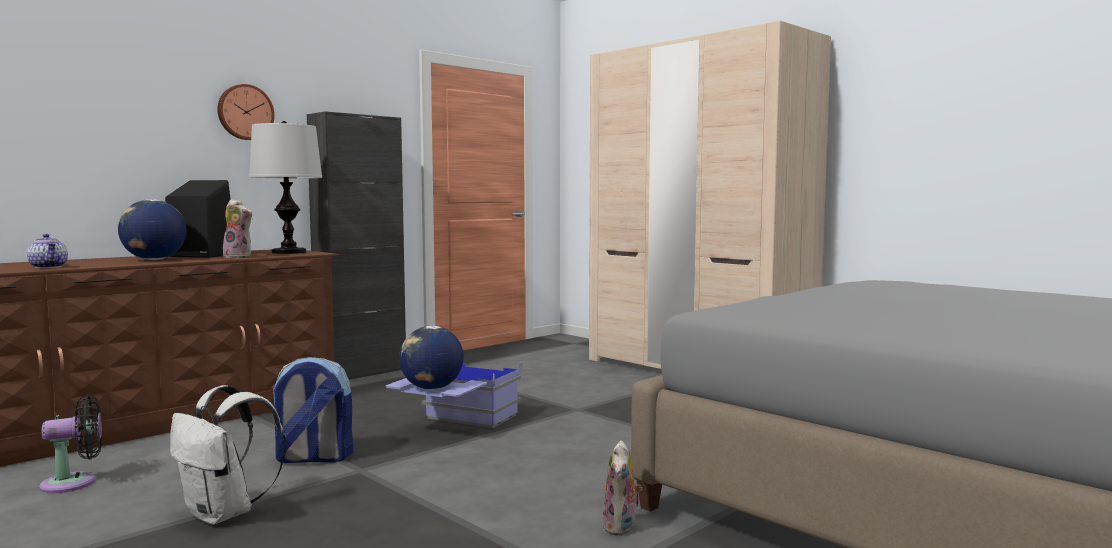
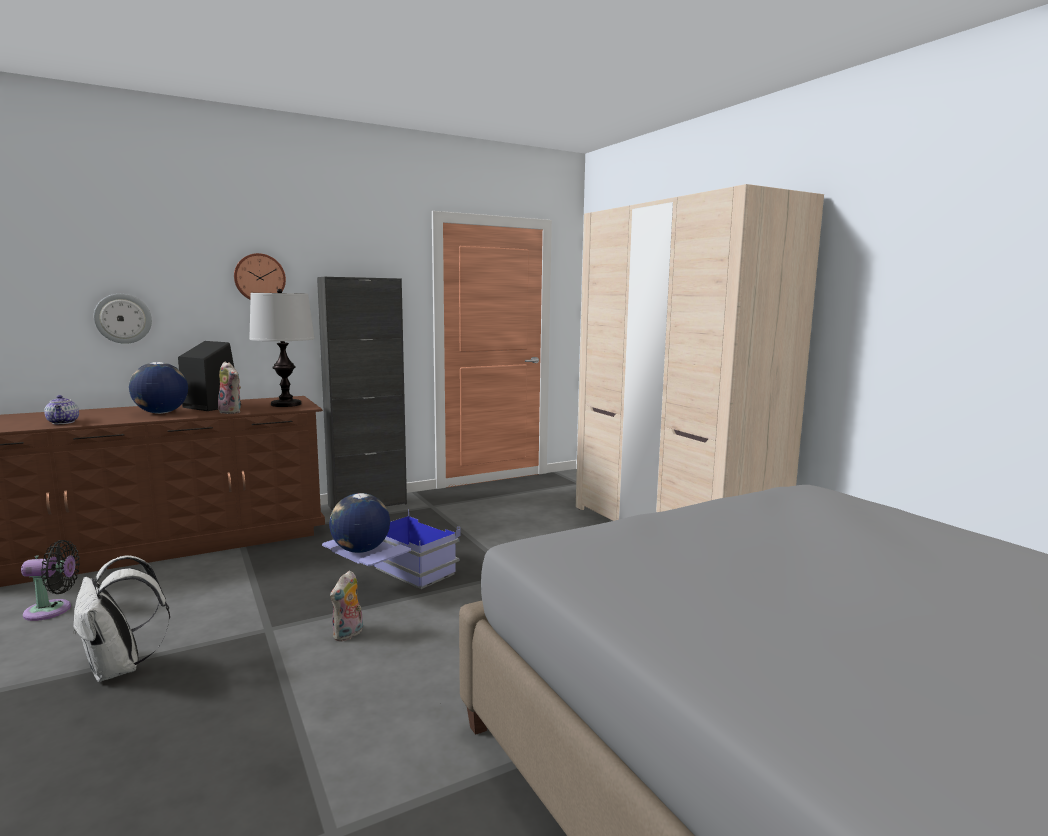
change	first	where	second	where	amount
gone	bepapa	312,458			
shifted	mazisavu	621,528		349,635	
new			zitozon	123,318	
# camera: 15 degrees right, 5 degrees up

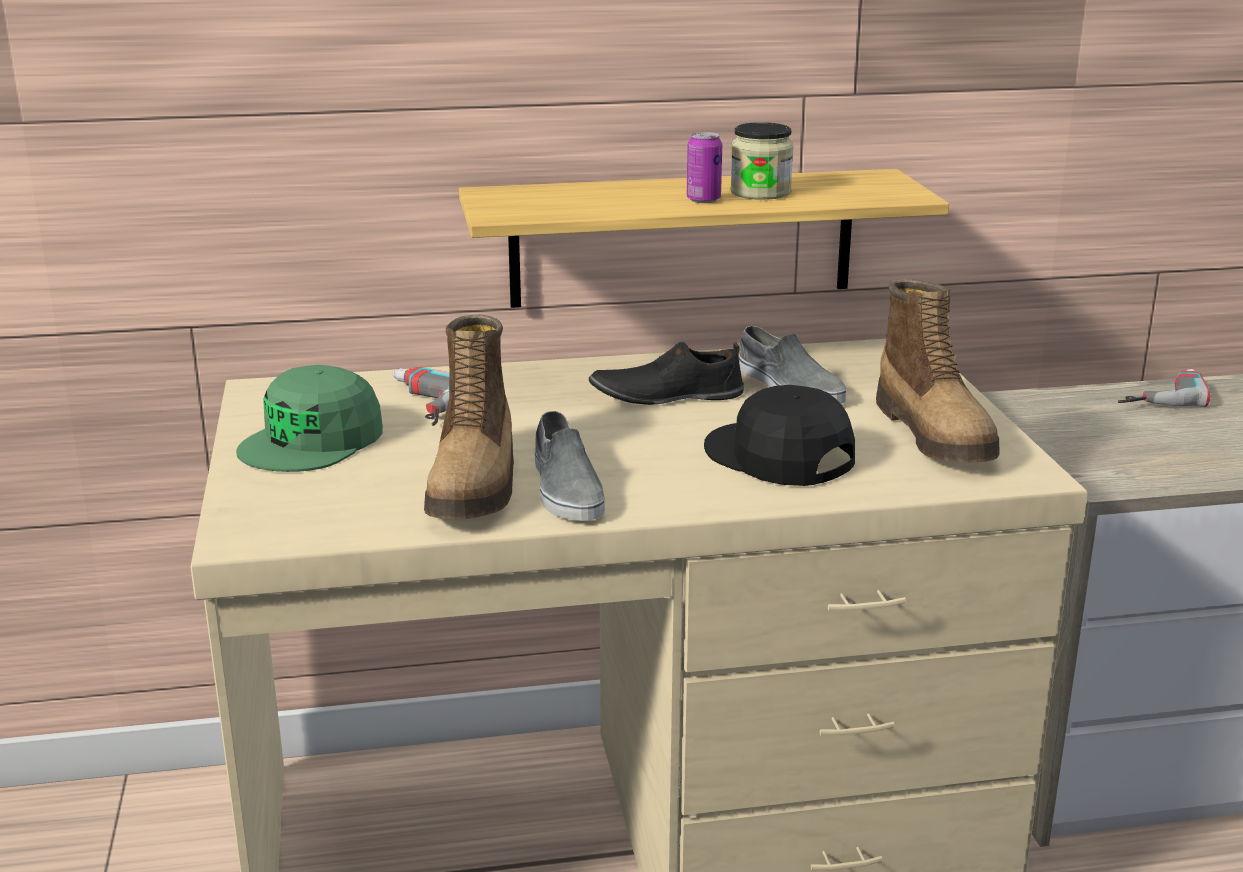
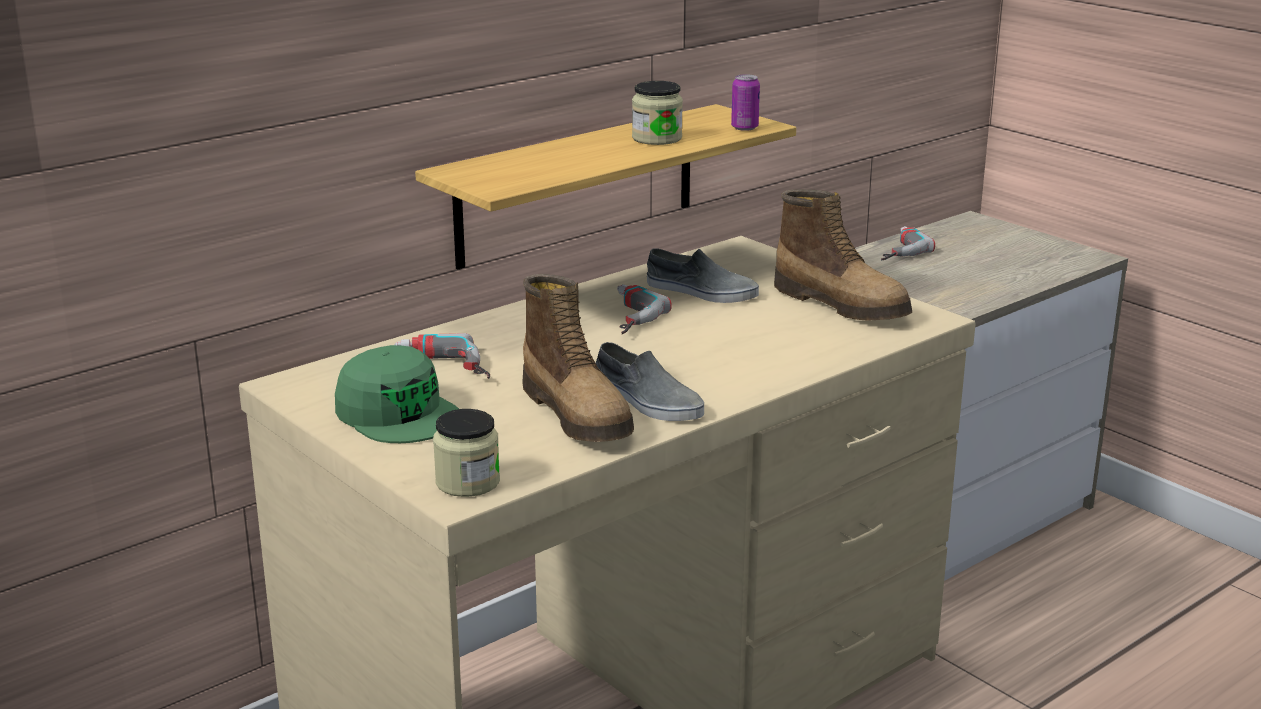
change	first	where	second	where	amount
shifted	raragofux	703,200		744,127	
swapped	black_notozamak	666,395	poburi	623,317	
rotated	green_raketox	313,441		398,413	45 degrees counterclockwise
gone	black_raketox	779,456			
new			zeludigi	467,482	
# camera: 30 degrees left, 0 degrees up

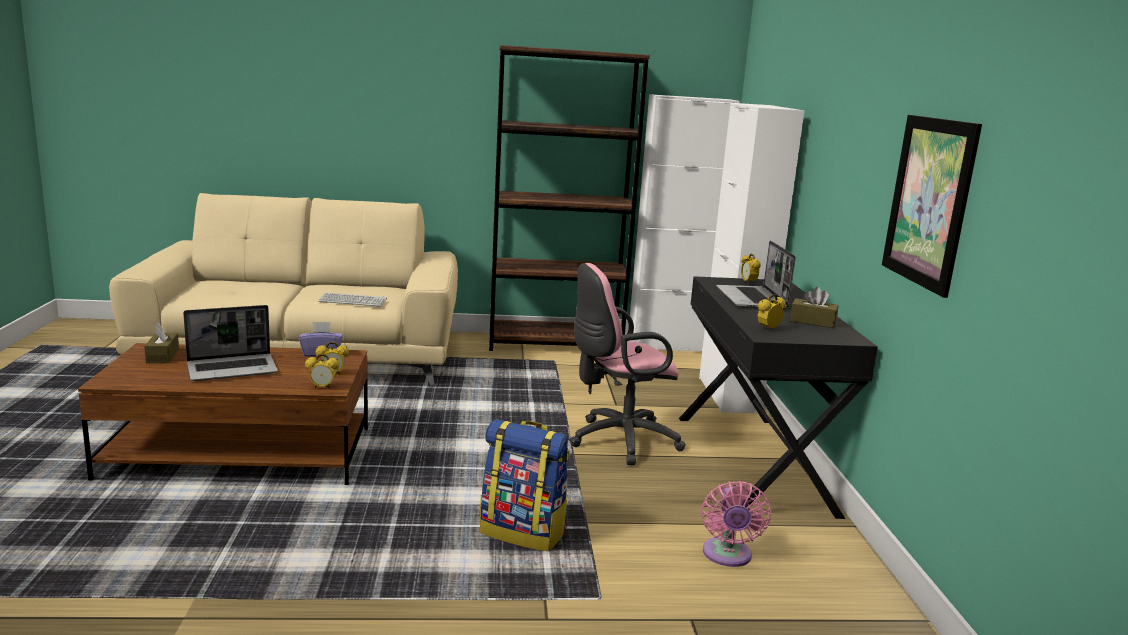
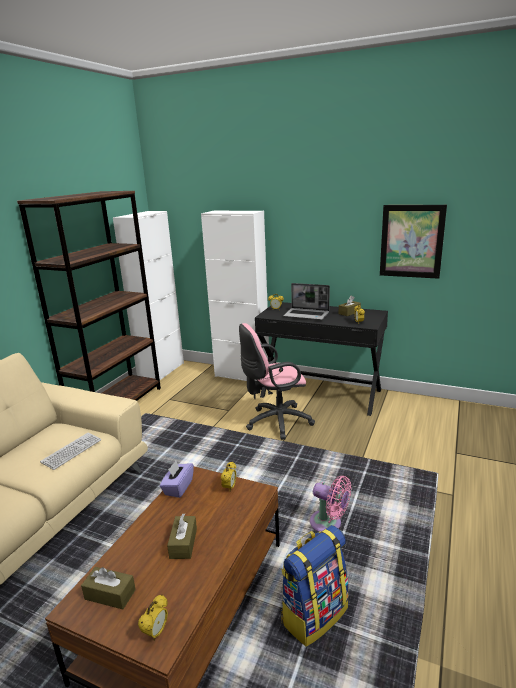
change	first	where	second	where	amount
rotated	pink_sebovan	618,441		275,422	60 degrees clockwise
swapped	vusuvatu	233,369	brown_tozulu	183,543	
shifted	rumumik	322,387		156,632	
shifted	bepapa	524,532		314,614	
shifted	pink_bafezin	727,556		328,524	
# camera: 60 degrees left, 5 degrees up

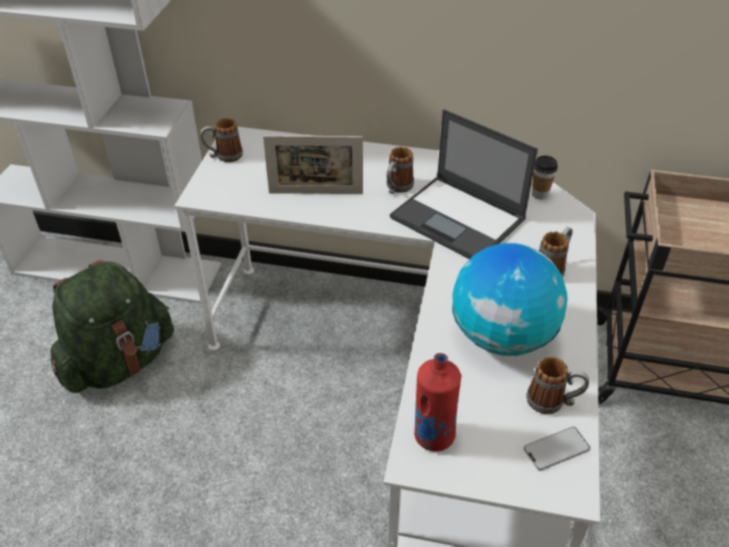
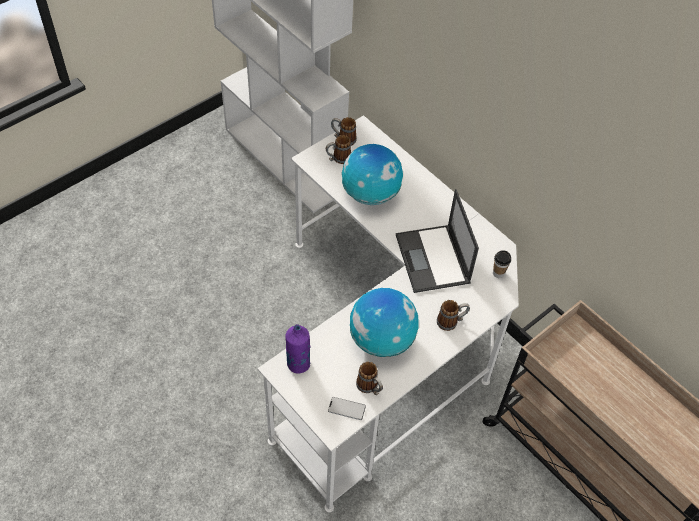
change	first	where	second	where	amount
swapped	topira	315,193	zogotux	370,194	
shifted	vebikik	397,188		338,159	
gone	green_bepapa	120,362			
repainted	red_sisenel	433,436	purple_sisenel	298,364	
# camera: 35 degrees right, 10 degrees up

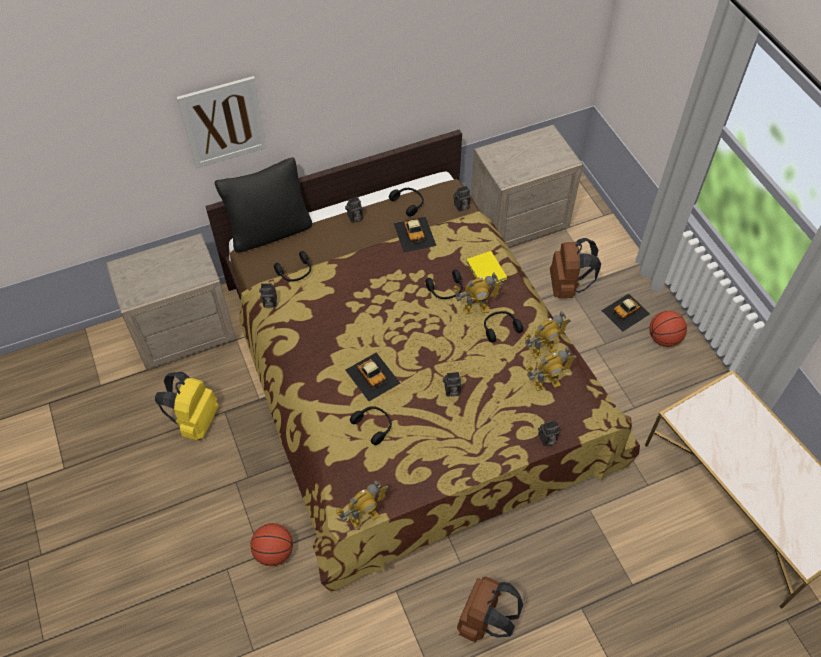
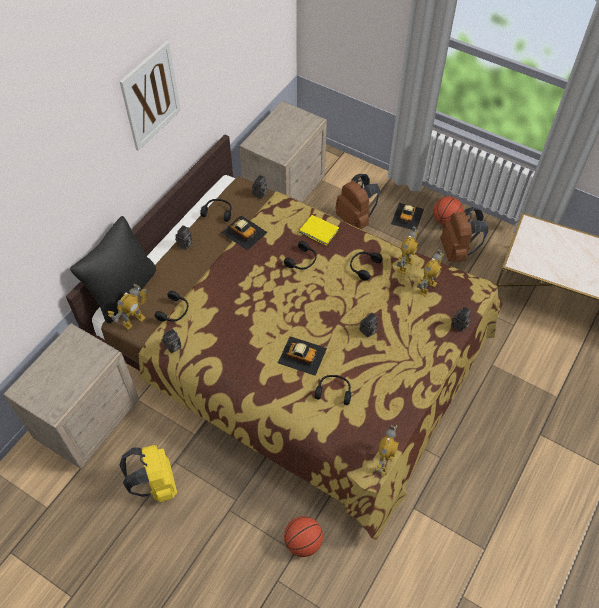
change	first	where	second	where	amount
shifted	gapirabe	223,122		150,96	
shifted	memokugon	476,309		134,321	
shifted	brown_bepapa	484,621		457,251	
# camera: 35 degrees left, 0 degrees up

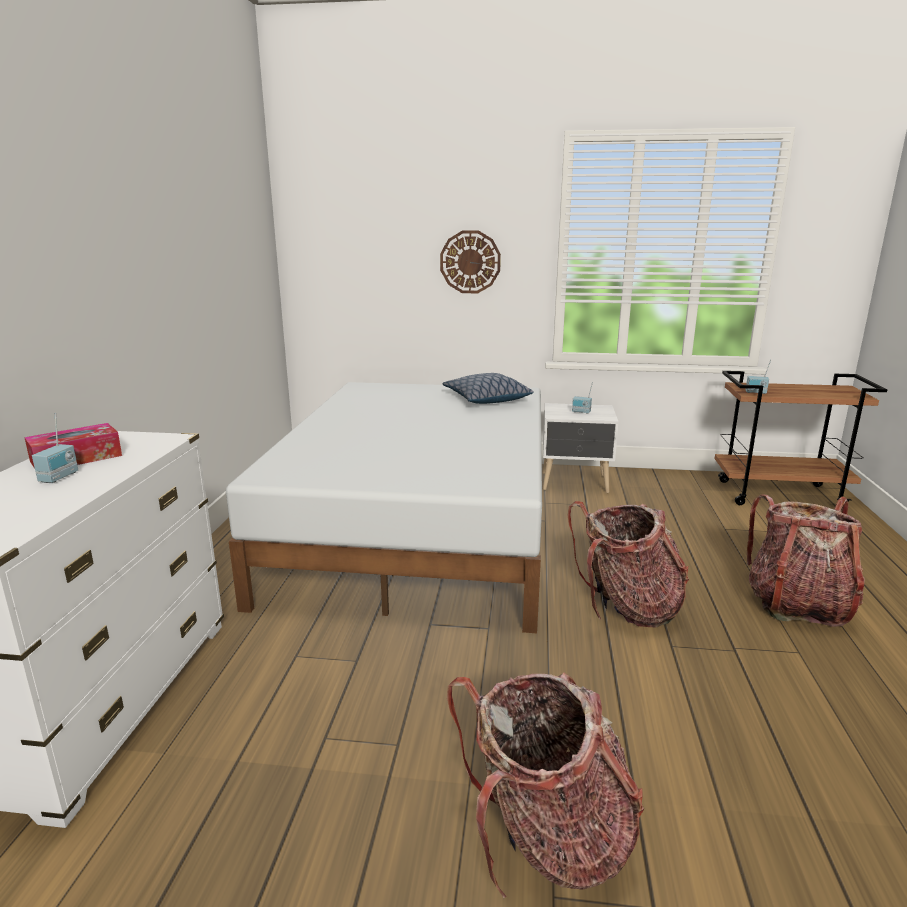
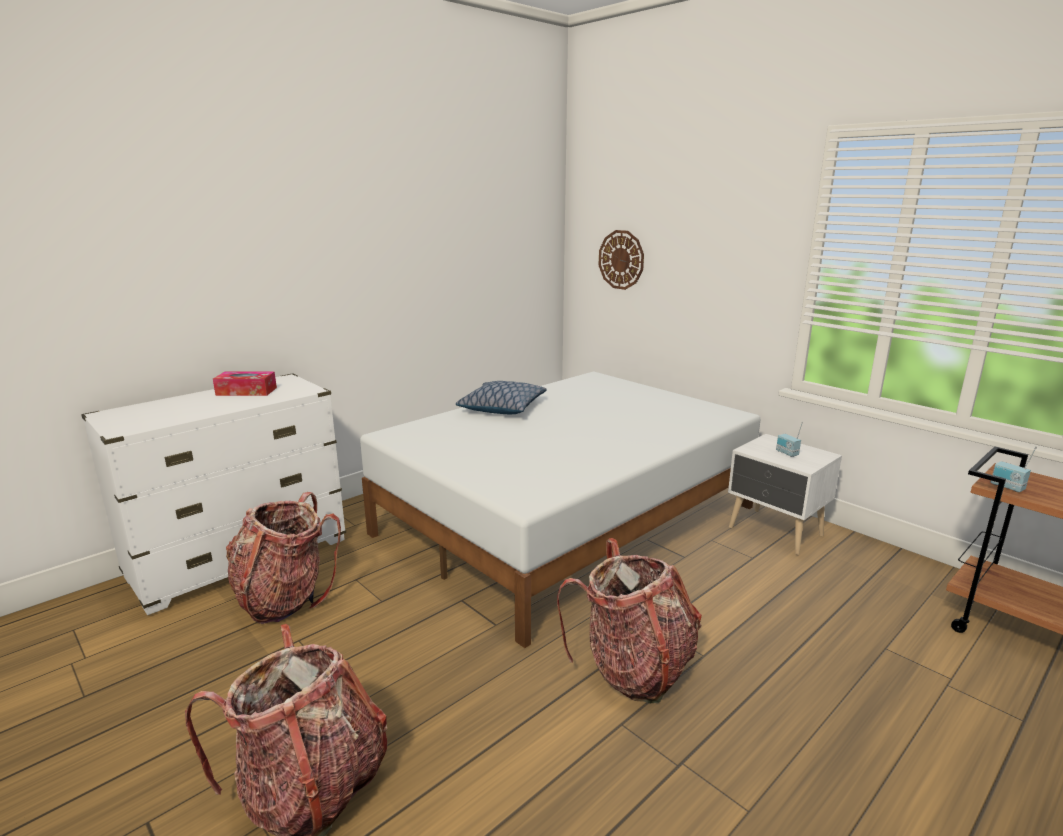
change	first	where	second	where	amount
shifted	zitozon	470,262		621,259	
shifted	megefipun	486,399		502,407	
gone	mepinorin	60,477			
shifted	bepapa	797,604		284,598	
# camera: 40 degrees right, 0 degrees up

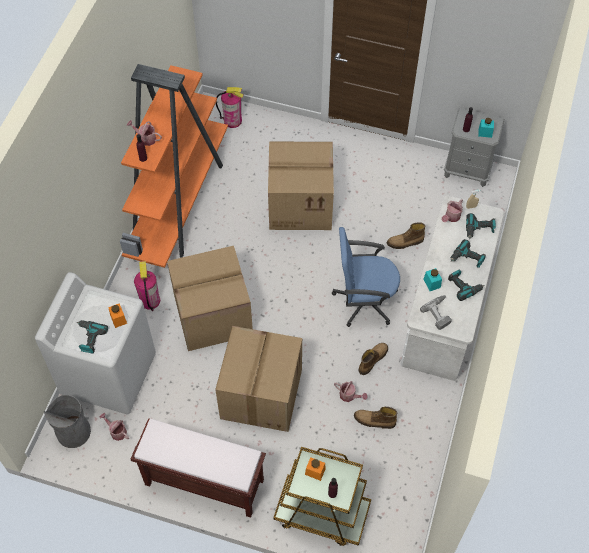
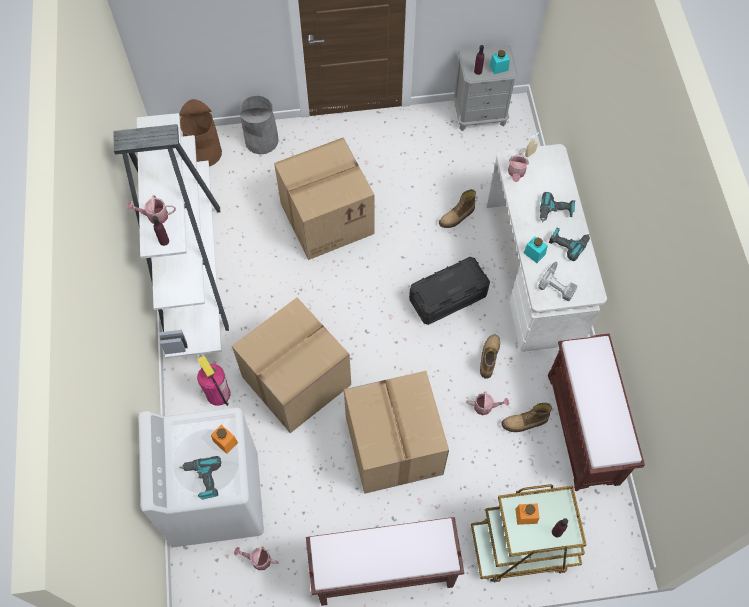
change	first	where	second	where	amount
repainted	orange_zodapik	179,202	white_zodapik	192,268	
swapped	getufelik	232,120	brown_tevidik	205,153	
gone	poburi	479,230			
swapped	blue_sebovan	364,301	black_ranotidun	447,297	
shifted	grey_tevidik	73,432		261,140	
new			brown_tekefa	584,429	
# camera: 25 degrees left, 5 degrees up

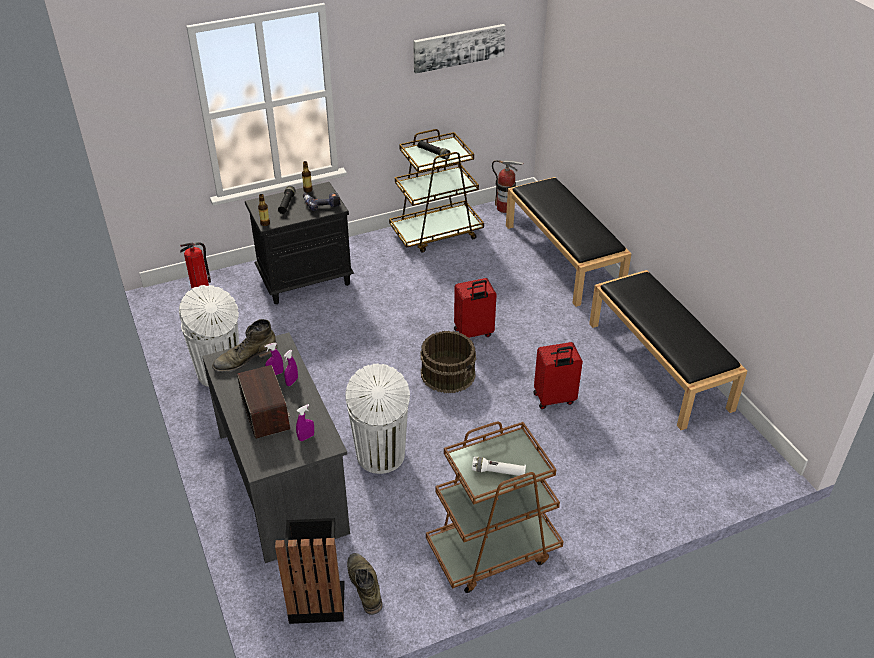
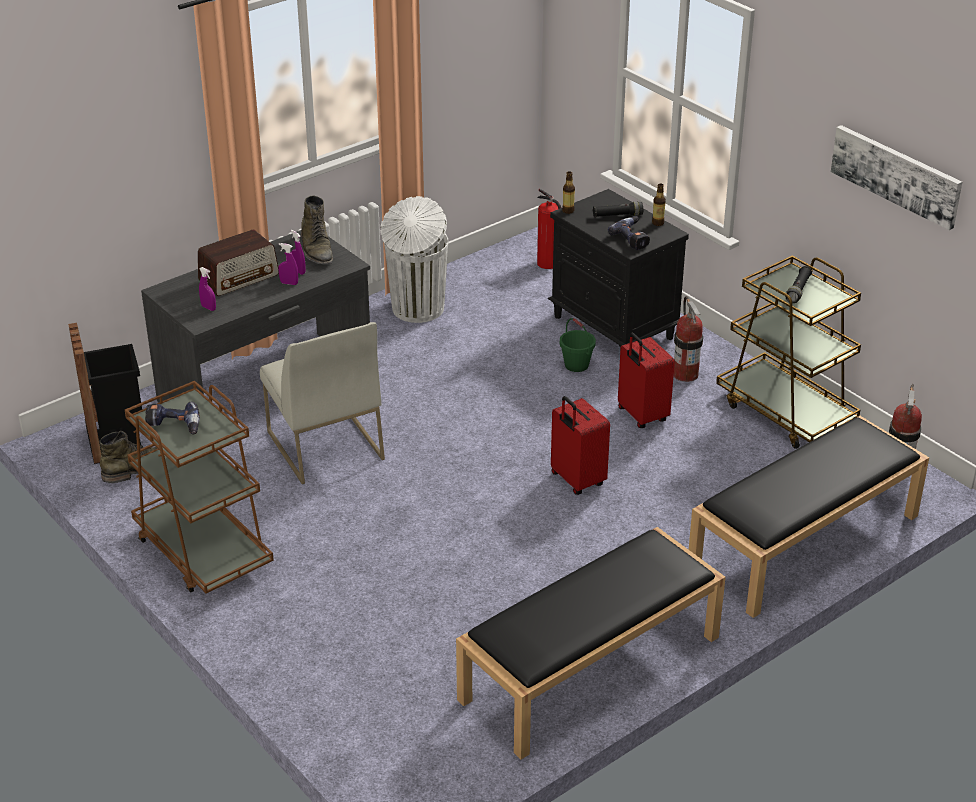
change	first	where	second	where	amount
rotated	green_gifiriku	245,358		316,249	150 degrees counterclockwise
gone	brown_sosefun	448,373			
shifted	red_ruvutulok	554,399		641,415	
swapped	white_tevidik	381,456	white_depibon	324,445	
swapped	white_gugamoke	498,472	poburi	173,427	
new			getufelik	685,374	
new			green_sosefun	577,365	
# camera: 75 degrees right, 5 degrees down

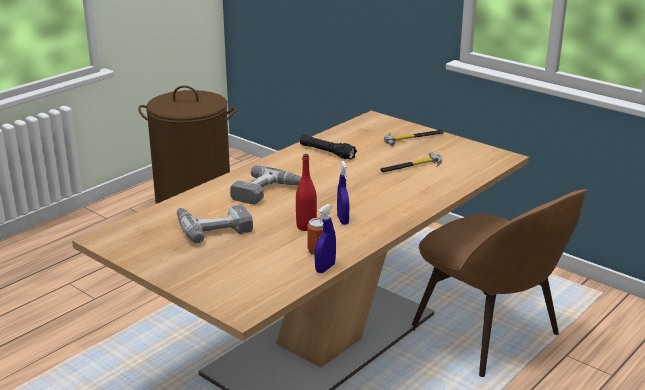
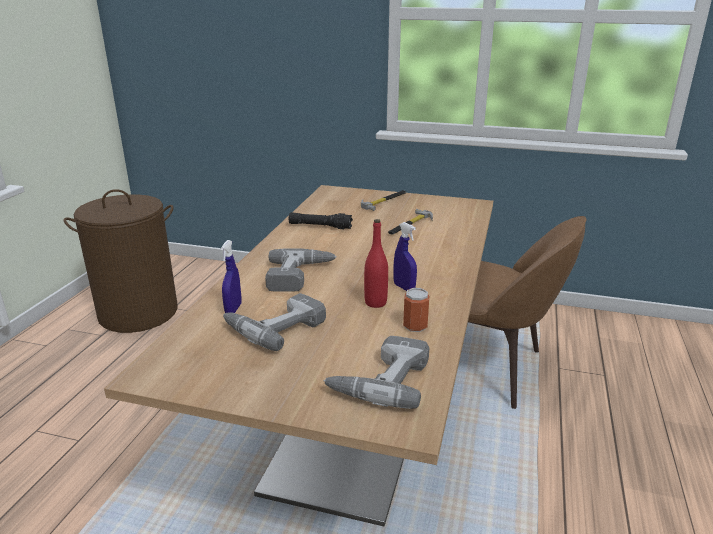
change	first	where	second	where	amount
shifted	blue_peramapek	325,268		233,309	
new			poburi	380,379	
# camera: 25 degrees left, 0 degrees up

